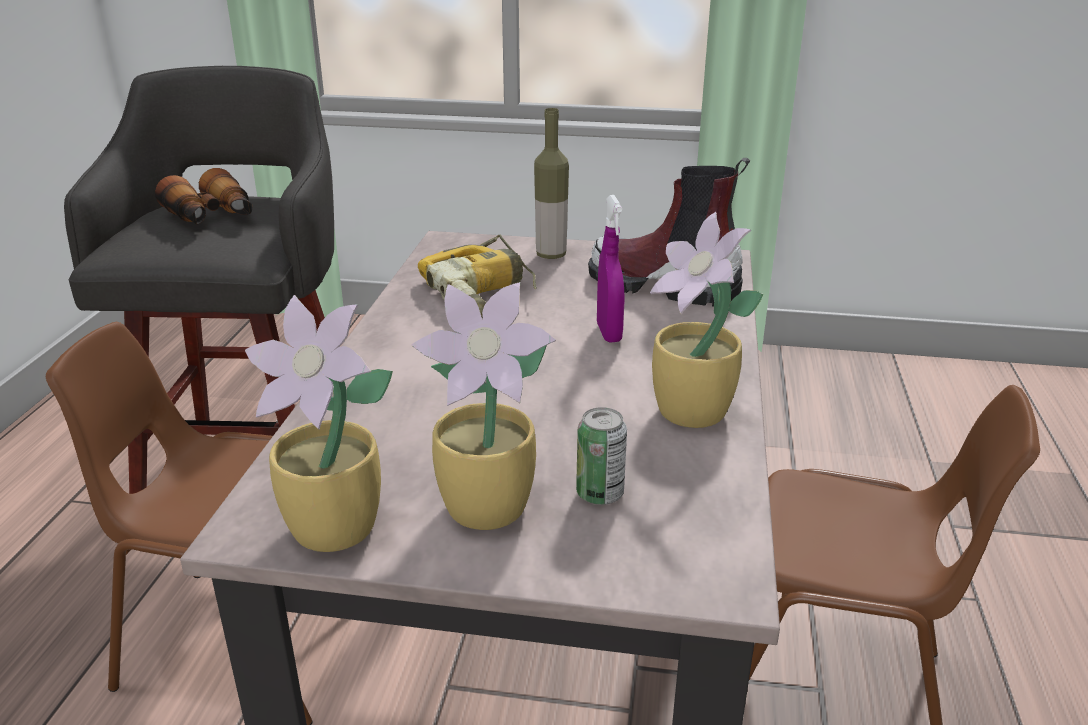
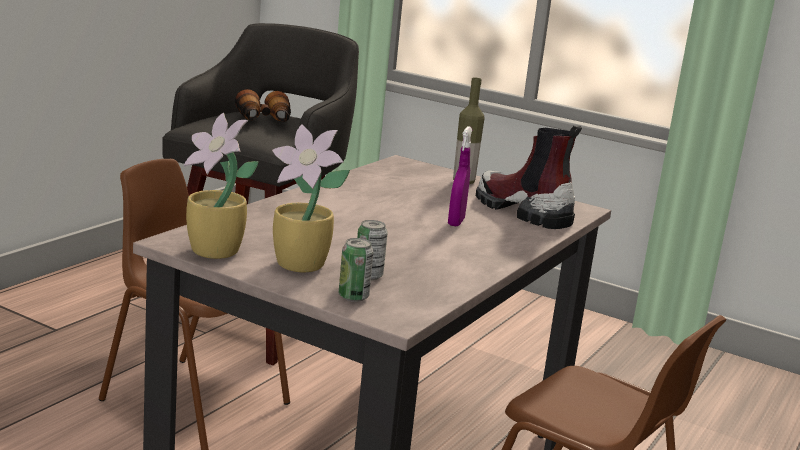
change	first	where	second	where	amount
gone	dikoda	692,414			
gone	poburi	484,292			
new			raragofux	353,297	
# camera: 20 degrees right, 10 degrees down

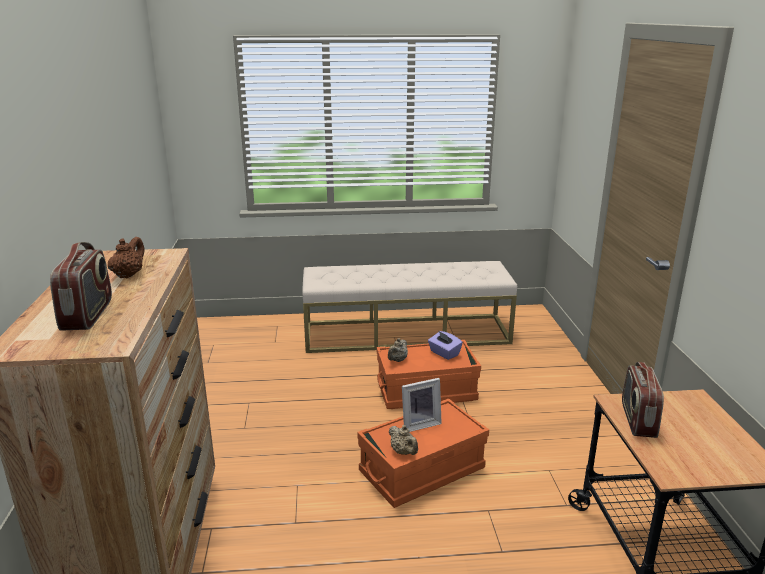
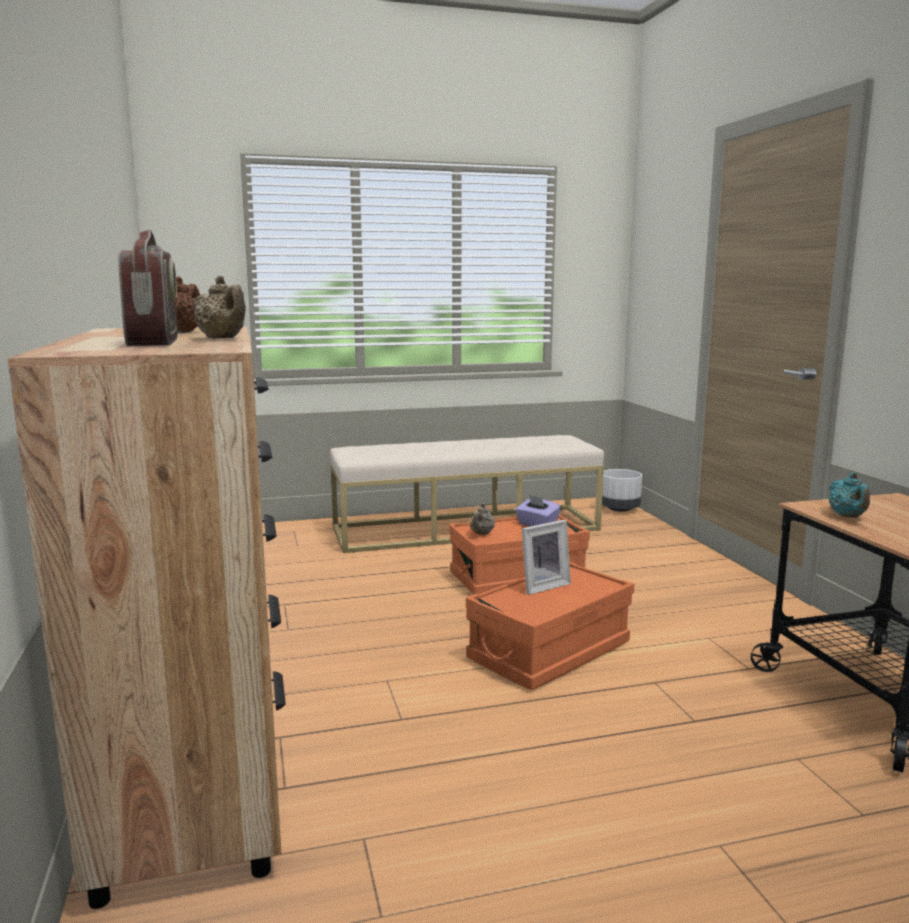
change	first	where	second	where	amount
swapped	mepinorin	637,420	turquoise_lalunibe	848,517	
shifted	beige_lalunibe	403,452		223,339	
new			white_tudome	619,509	
# camera: 10 degrees left, 10 degrees down

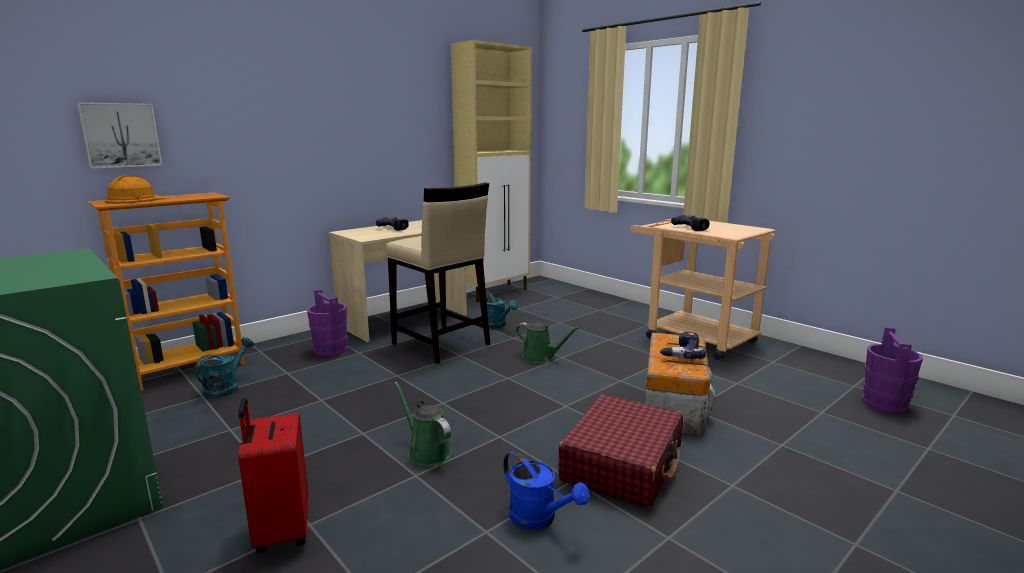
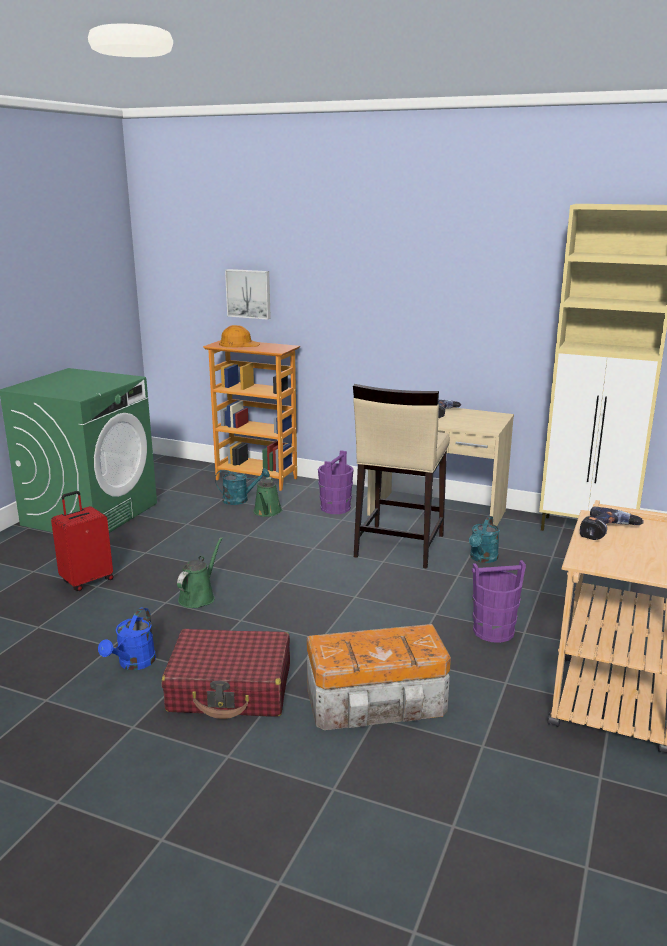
change	first	where	second	where	amount
shifted	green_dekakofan	540,357		267,512	
shifted	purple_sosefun	884,403		494,631	
gone	poburi	681,353			
# camera: 65 degrees right, 5 degrees up

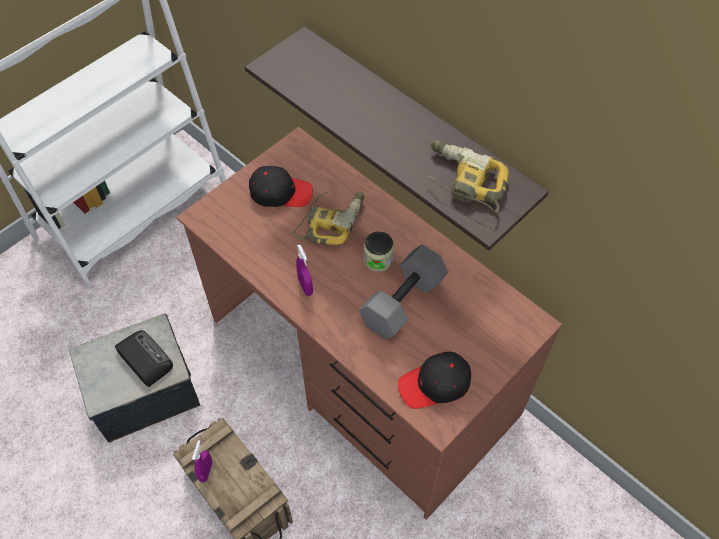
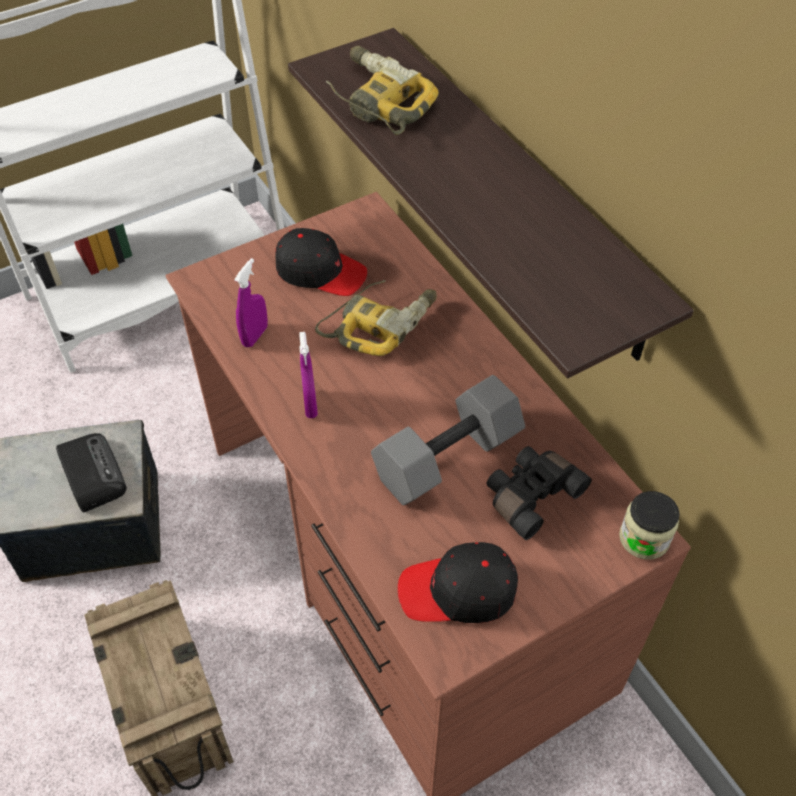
change	first	where	second	where	amount
shifted	poburi	463,182		376,102	
shifted	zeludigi	378,260		644,538	
shifted	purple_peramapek	206,471		255,336	
new			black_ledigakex	530,495	
# camera: 15 degrees right, 5 degrees down

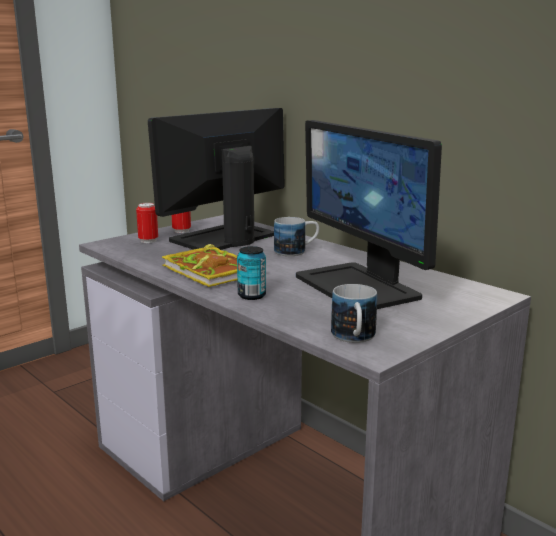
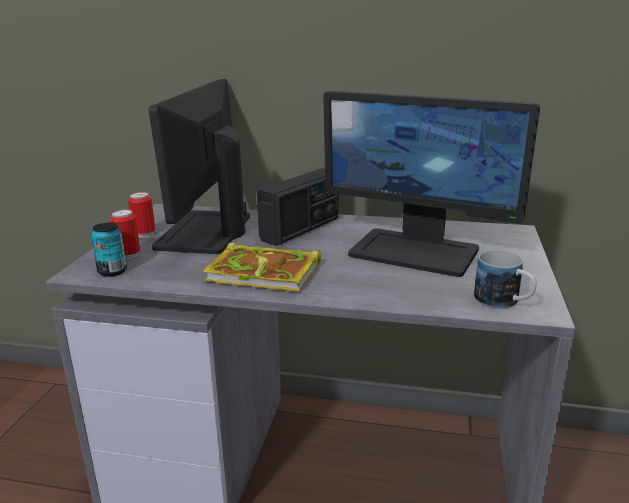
change	first	where	second	where	amount
swapped	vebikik	296,251	mepinorin	301,229	
shifted	raragofux	251,295		112,271	
# camera: 35 degrees left, 5 degrees up

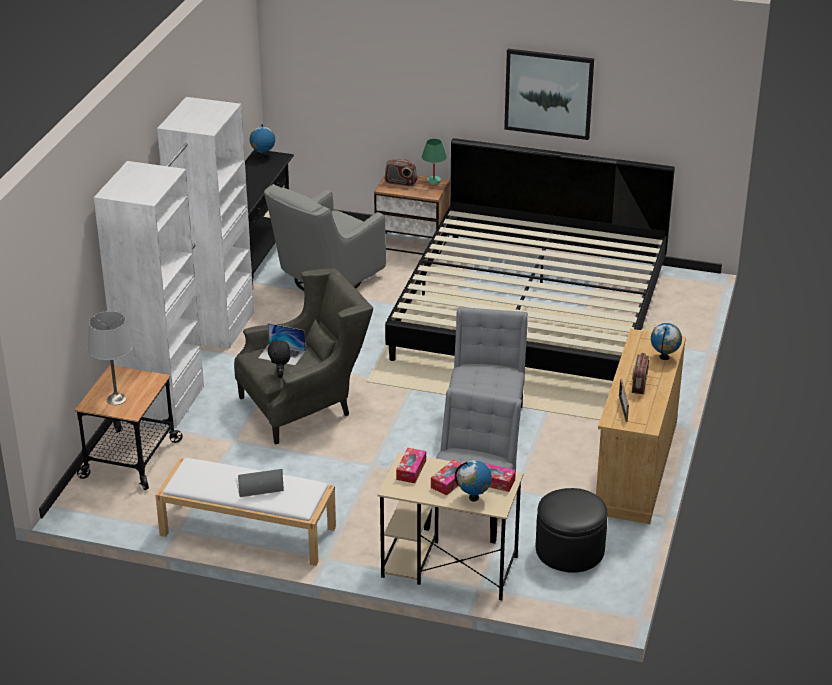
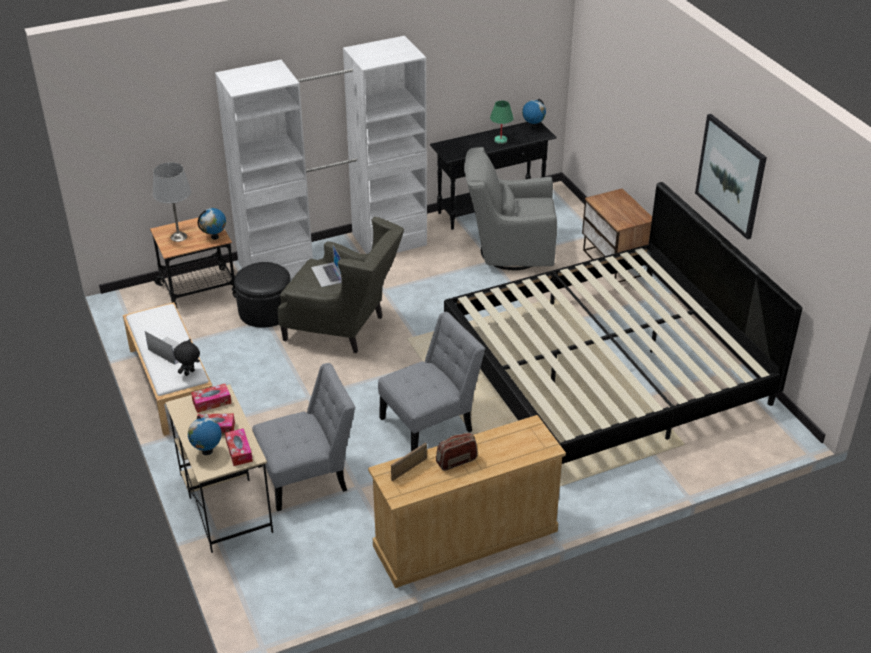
change	first	where	second	where	amount
shifted	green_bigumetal	434,181		500,140	
gone	mepinorin	400,182			
shifted	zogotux	664,357		215,237	
shifted	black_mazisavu	280,375		190,373	
shifted	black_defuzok	570,550		265,311	
# camera: 50 degrees right, 5 degrees up

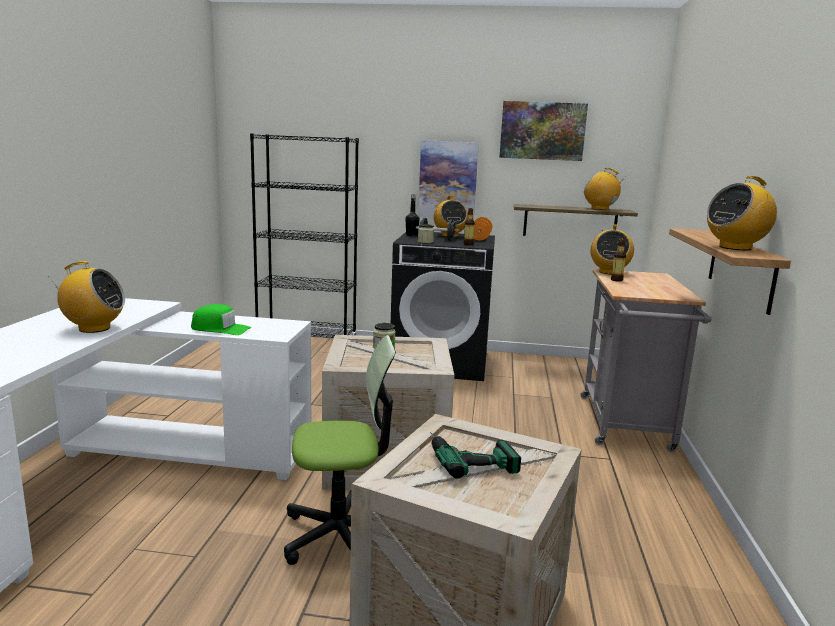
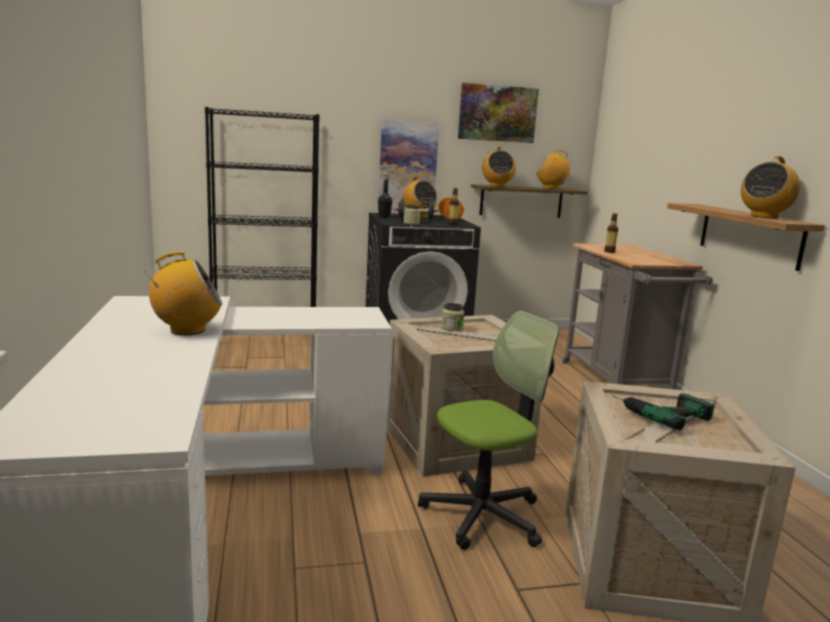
change	first	where	second	where	amount
shifted	mepinorin	609,272		497,186	
gone	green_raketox	220,329			
# camera: 20 degrees left, 0 degrees up

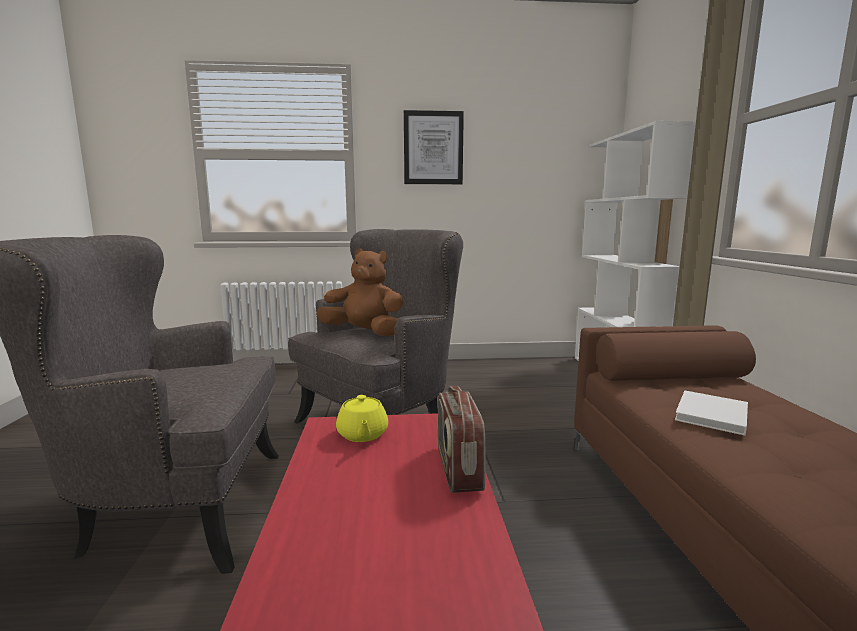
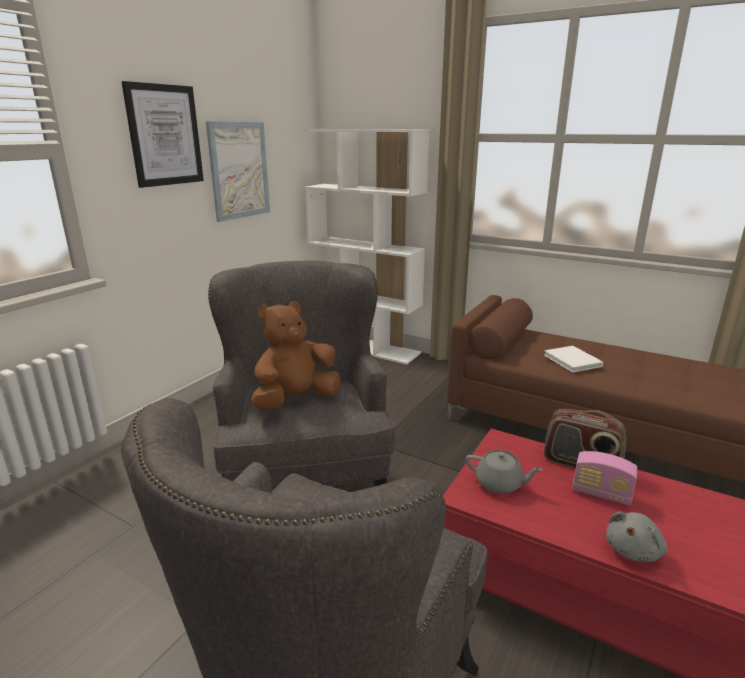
change	first	where	second	where	amount
repainted	yellow_lalunibe	362,434	grey_lalunibe	499,484	
new			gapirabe	239,170	
new			mepinorin	601,493	
new			grey_mazisavu	634,550	
# camera: 55 degrees left, 10 degrees up

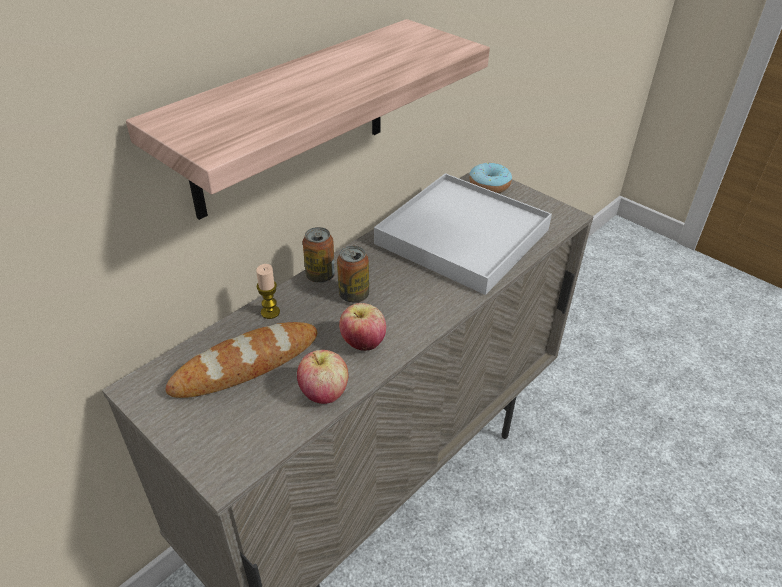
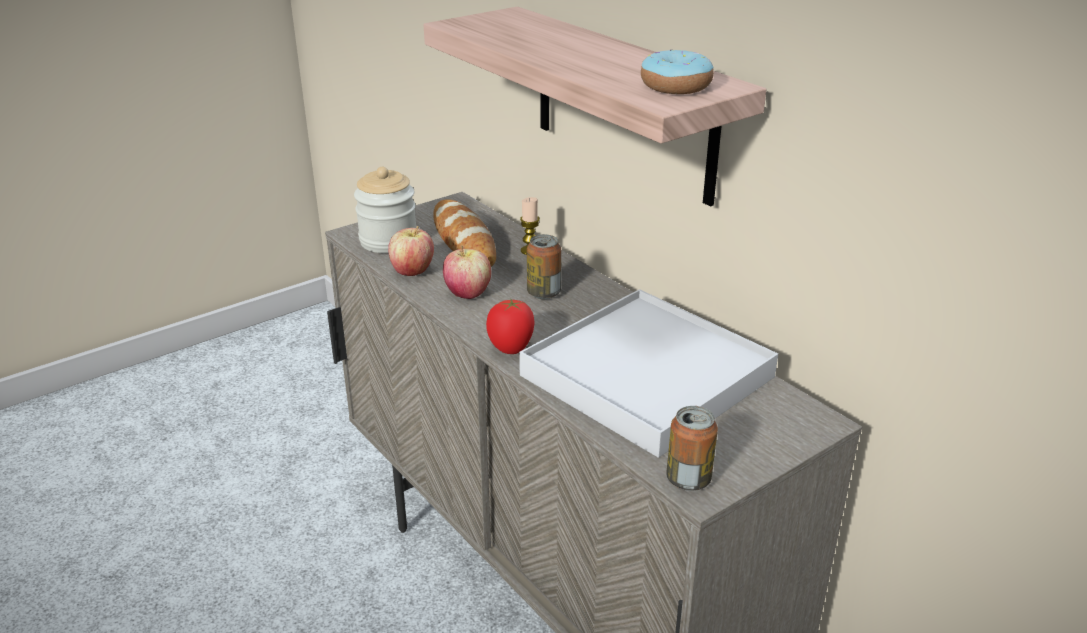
change	first	where	second	where	amount
shifted	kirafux	489,185		675,86	
shifted	raragofux	320,275		688,479	
new			zeludigi	388,241	
new			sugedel	511,349	
# camera: 100 degrees right, 10 degrees down

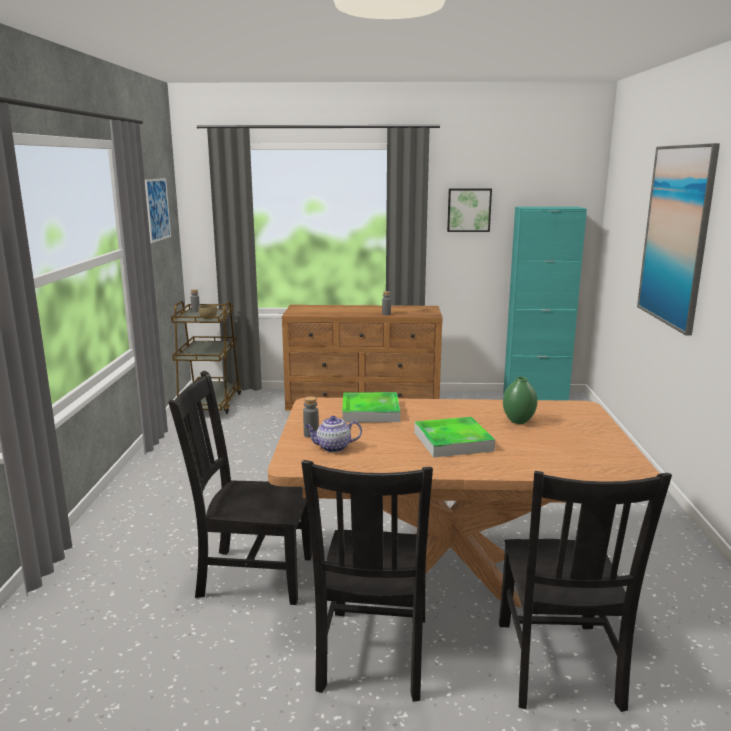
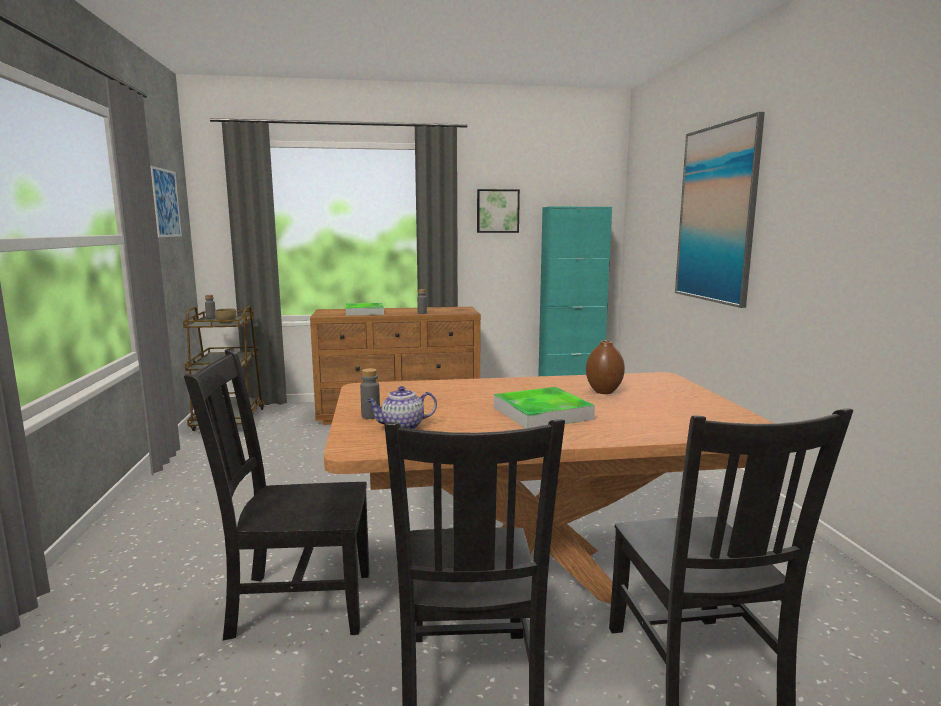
change	first	where	second	where	amount
repainted	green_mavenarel	519,421	brown_mavenarel	604,392	
shifted	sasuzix	370,411		364,312	
# camera: 10 degrees left, 5 degrees down

